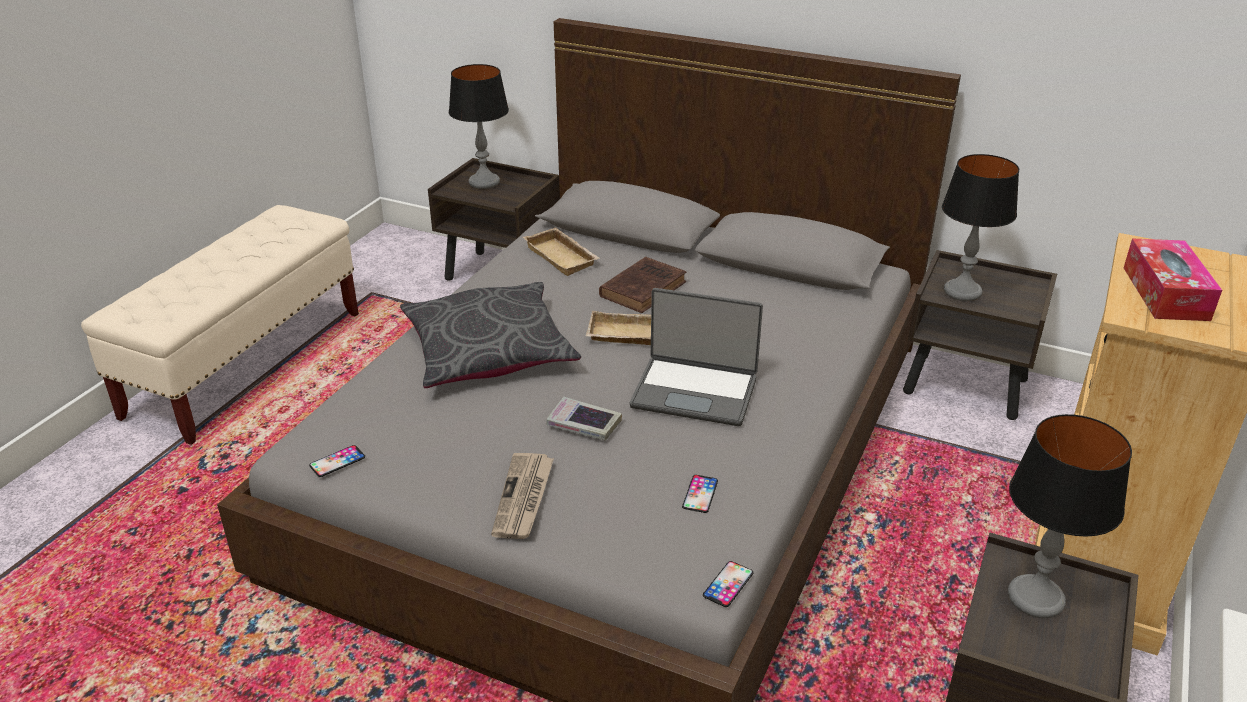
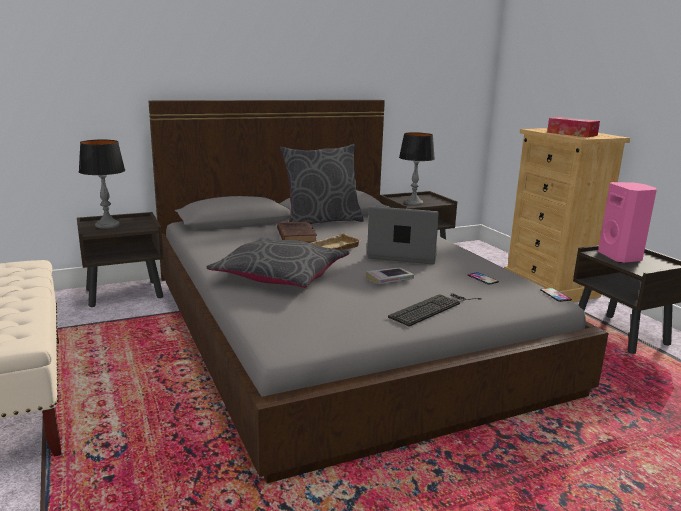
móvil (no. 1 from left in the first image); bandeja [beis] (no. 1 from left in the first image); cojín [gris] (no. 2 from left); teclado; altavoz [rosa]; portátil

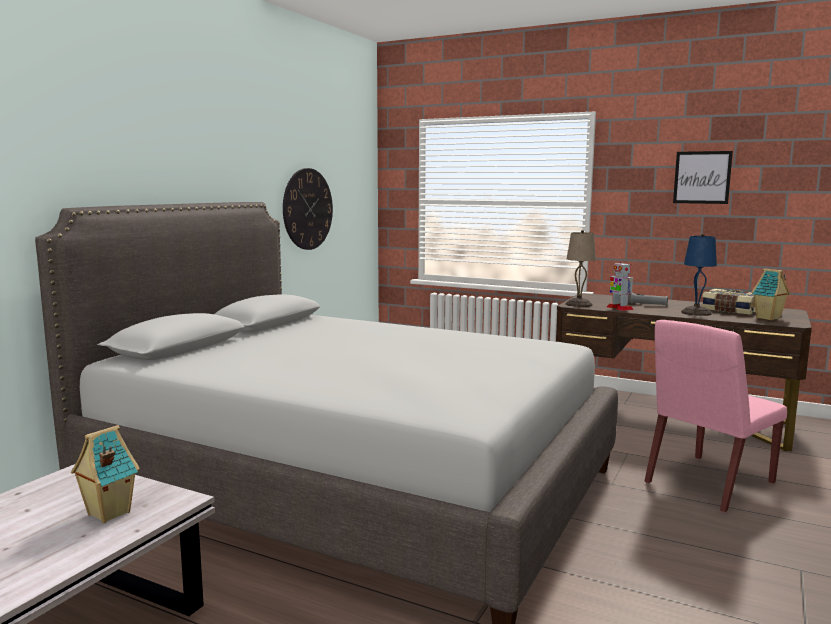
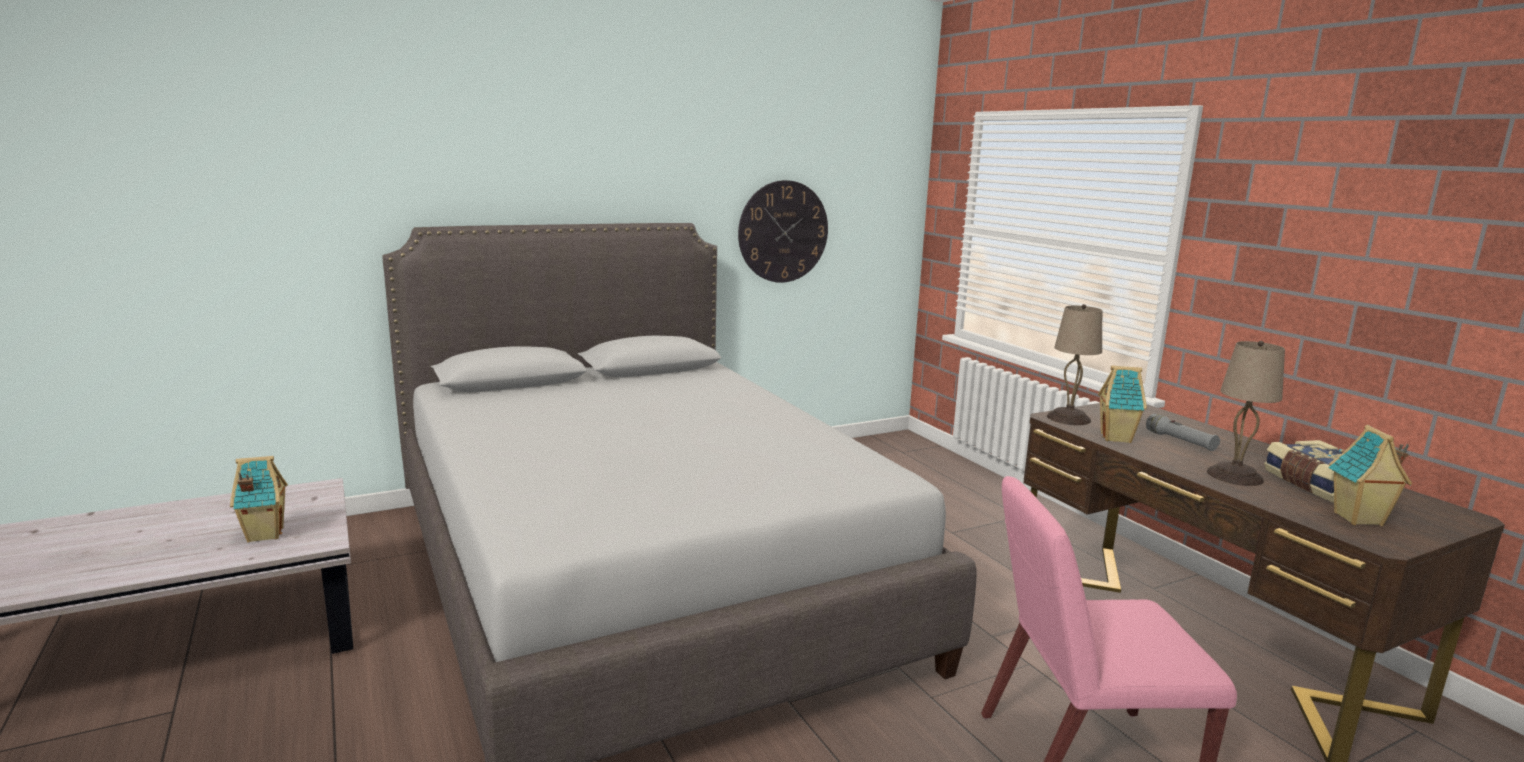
cuadro; casita (no. 2 from left); lámpara de mesa [beis] (no. 2 from left)

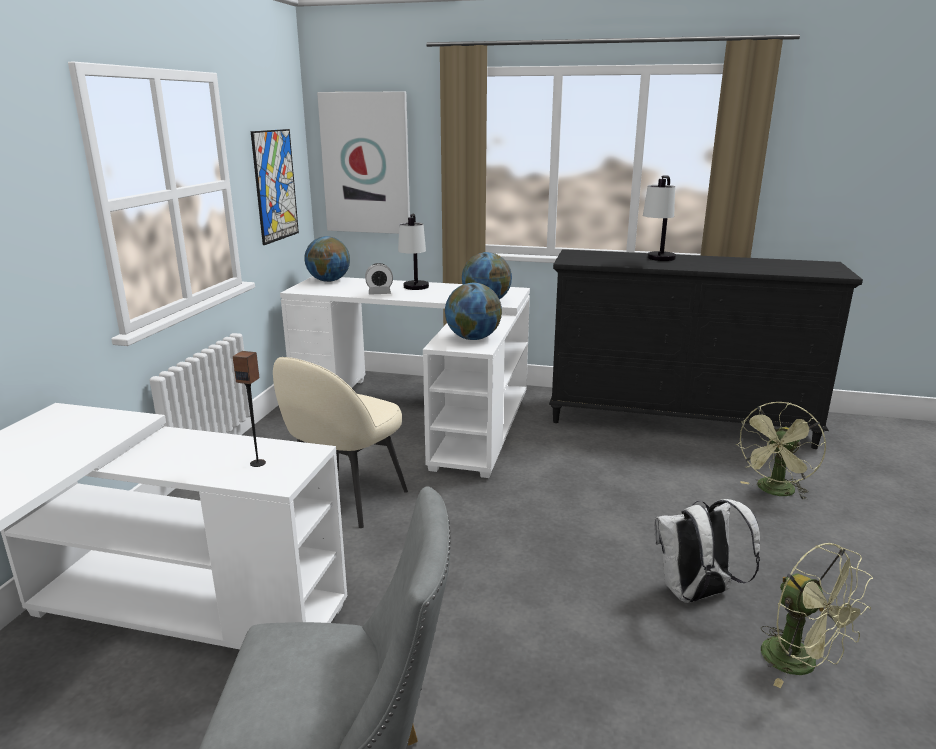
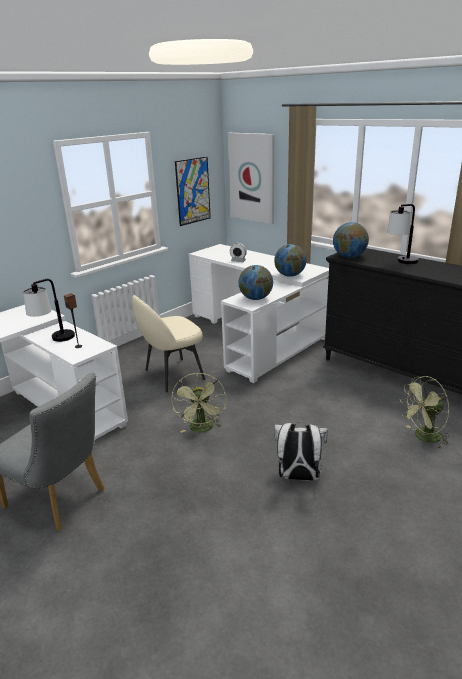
globo terráqueo (no. 3 from left); lámpara de mesa (no. 1 from left); ventilador [verde] (no. 1 from left)

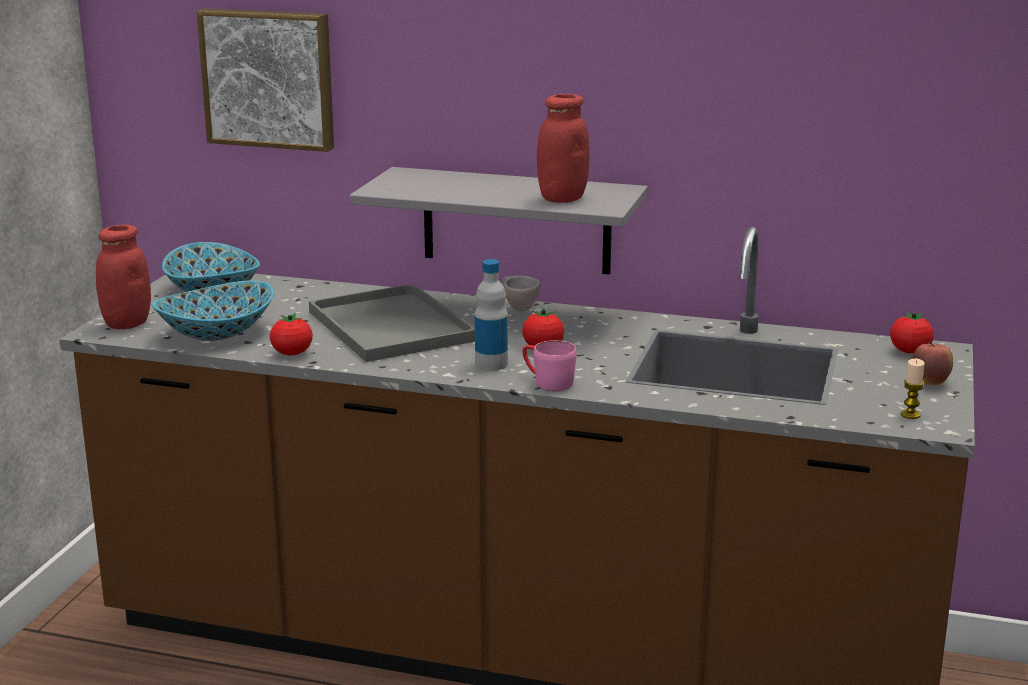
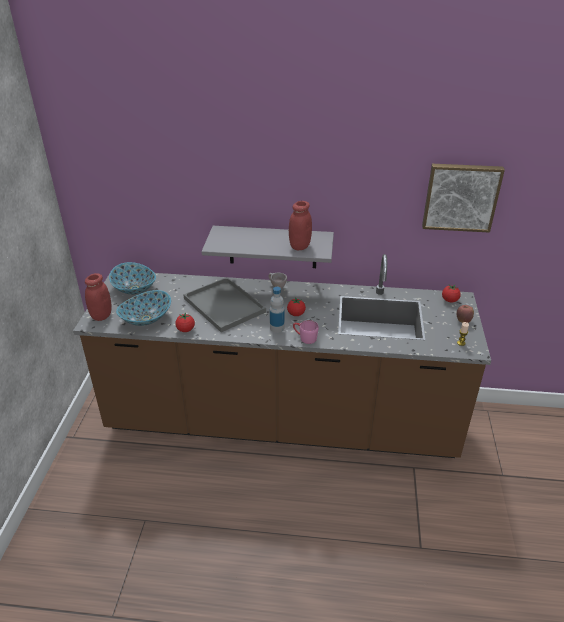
cuadro

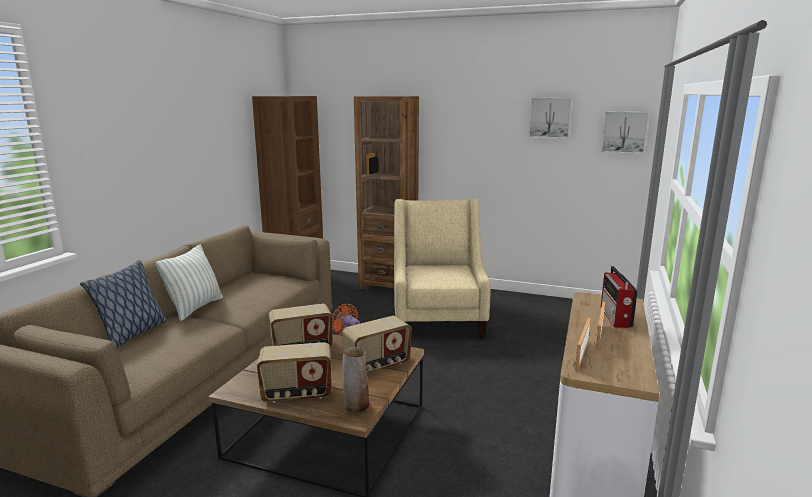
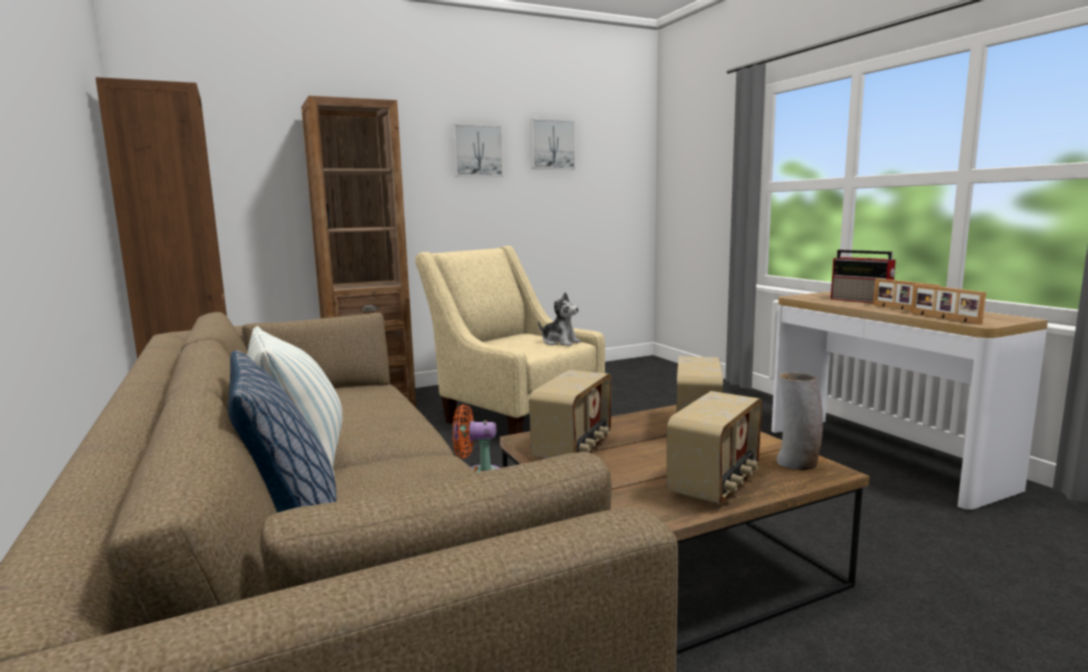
peluche; cuadro (no. 1 from left)

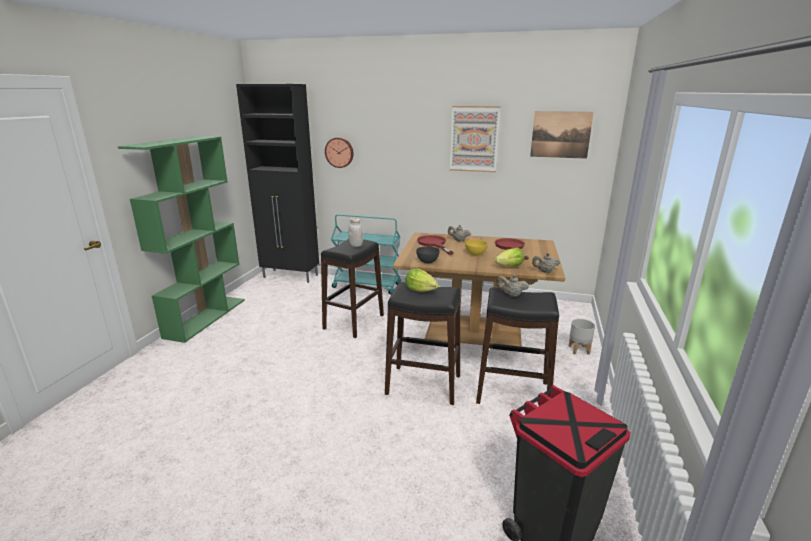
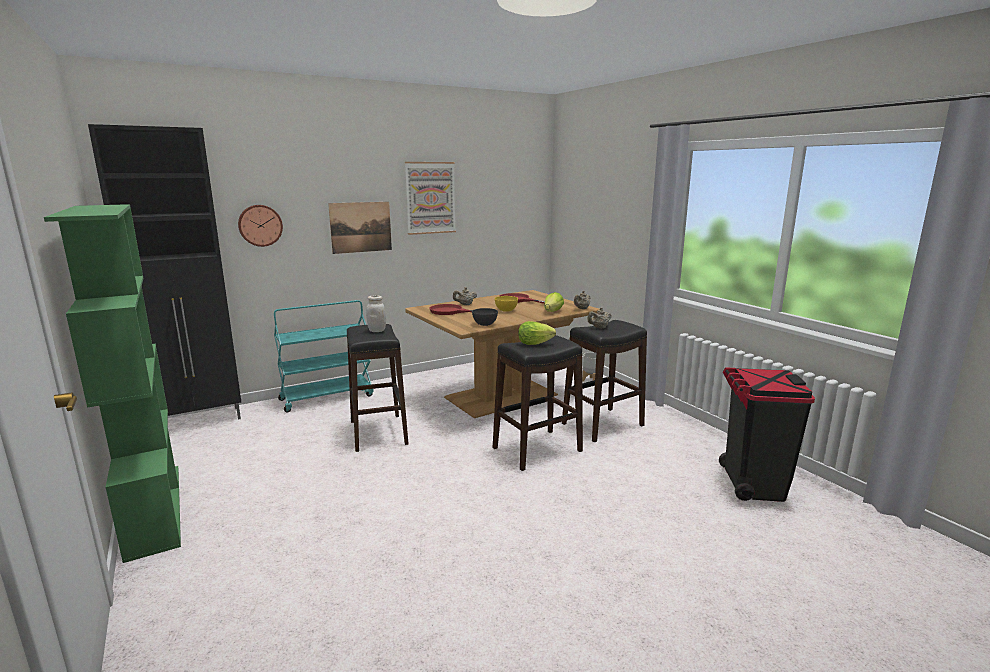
cuadro (no. 1 from left)

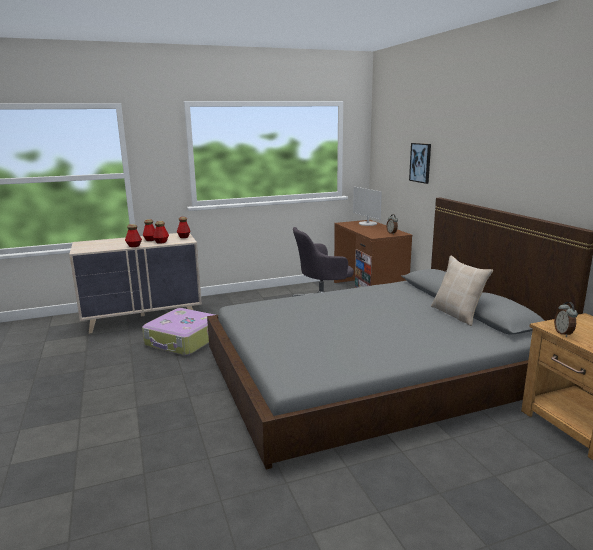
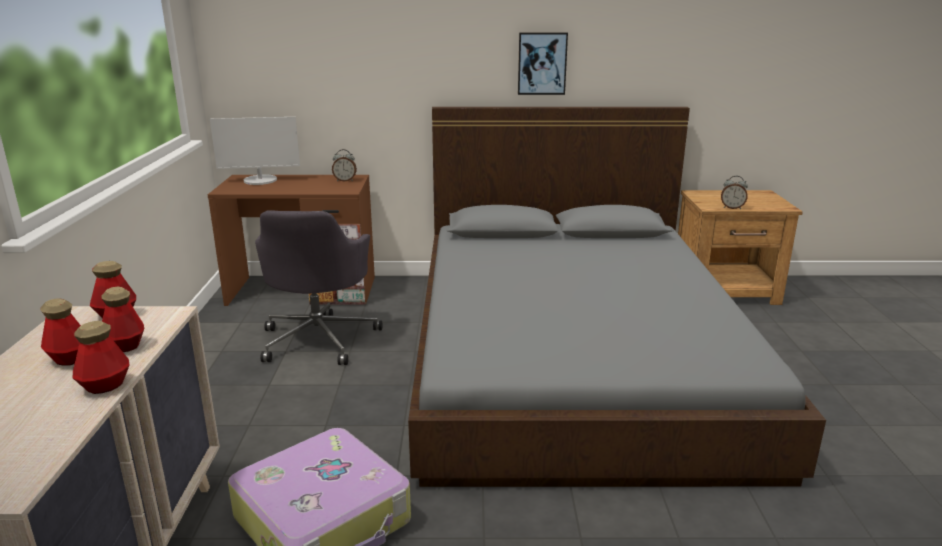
cojín [beis]; cuadro

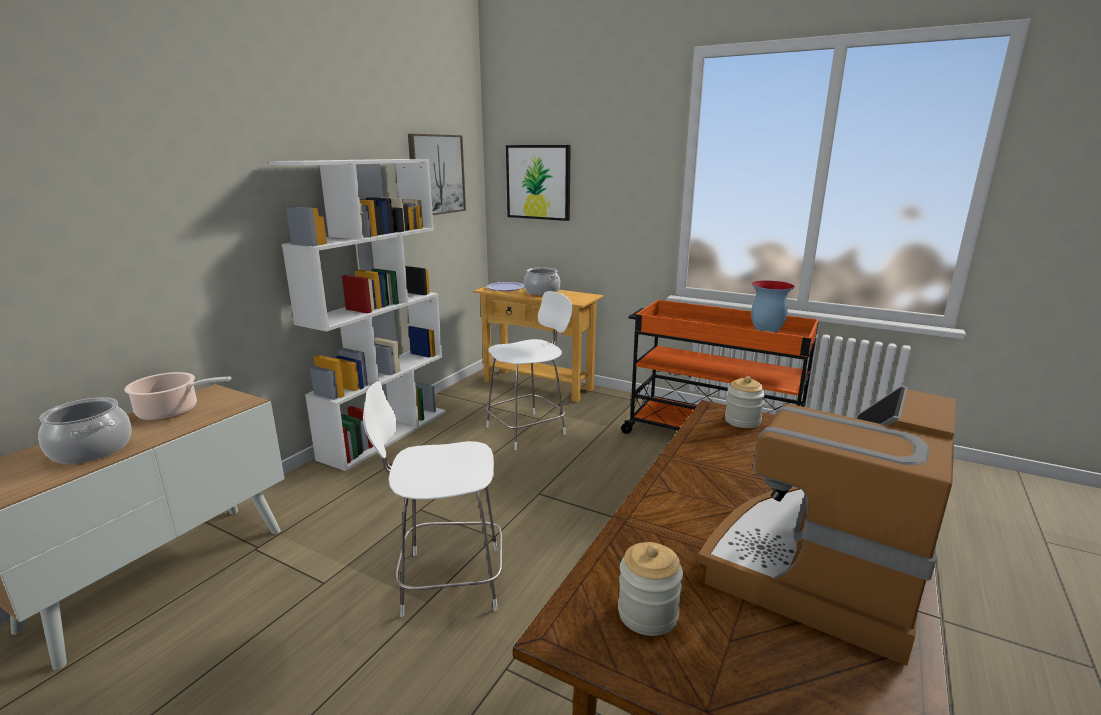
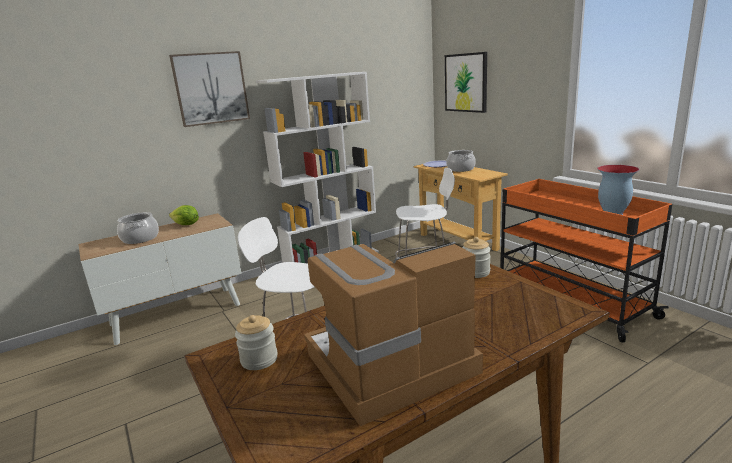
cuadro (no. 1 from left); lechuga

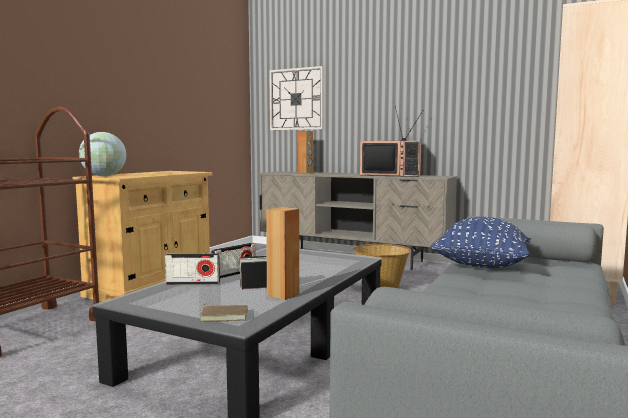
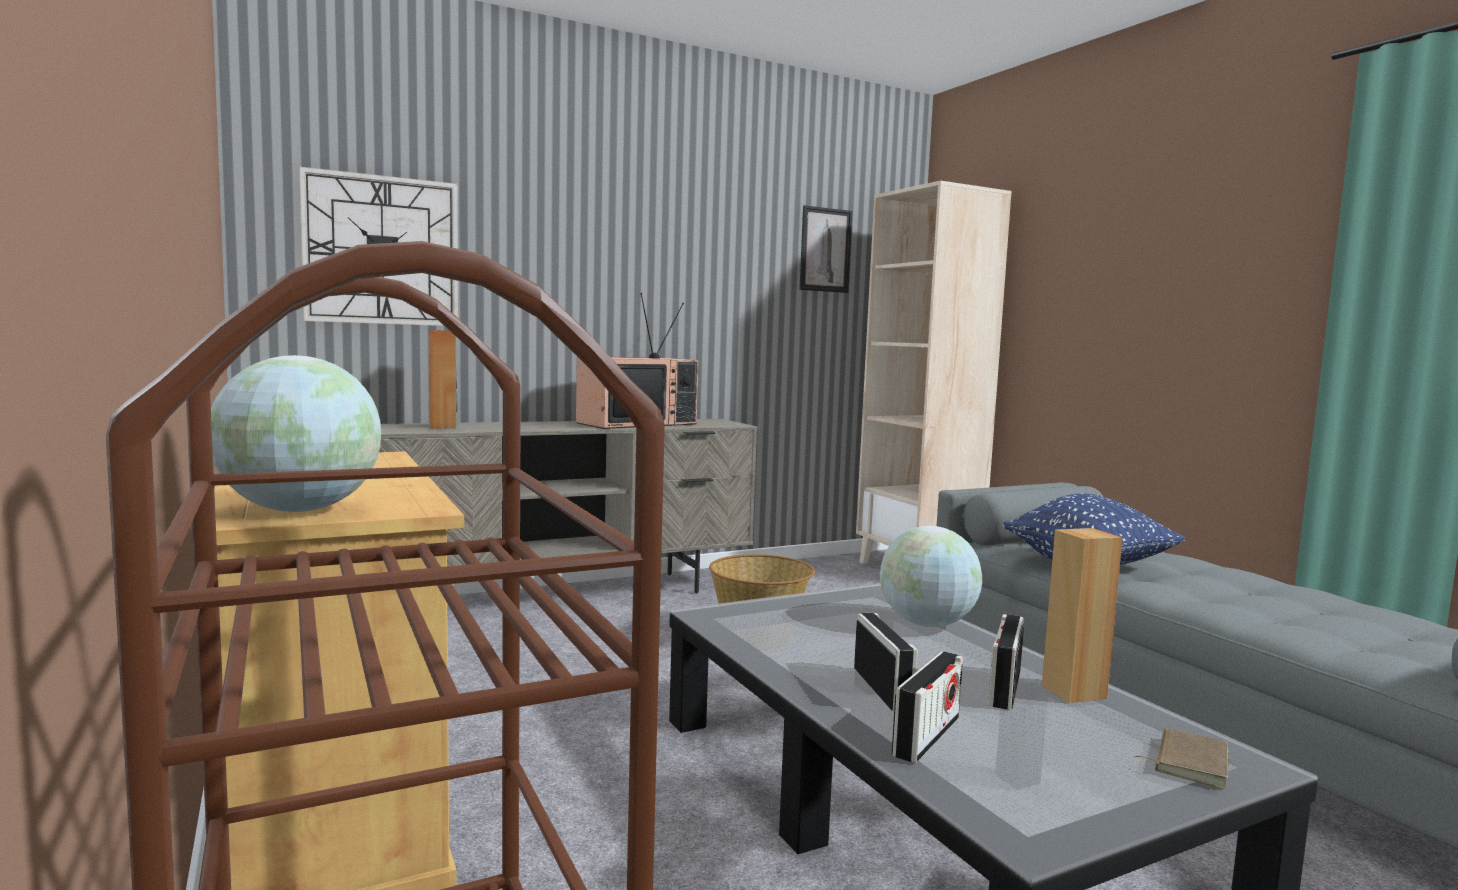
cuadro; globo terráqueo (no. 2 from left)

